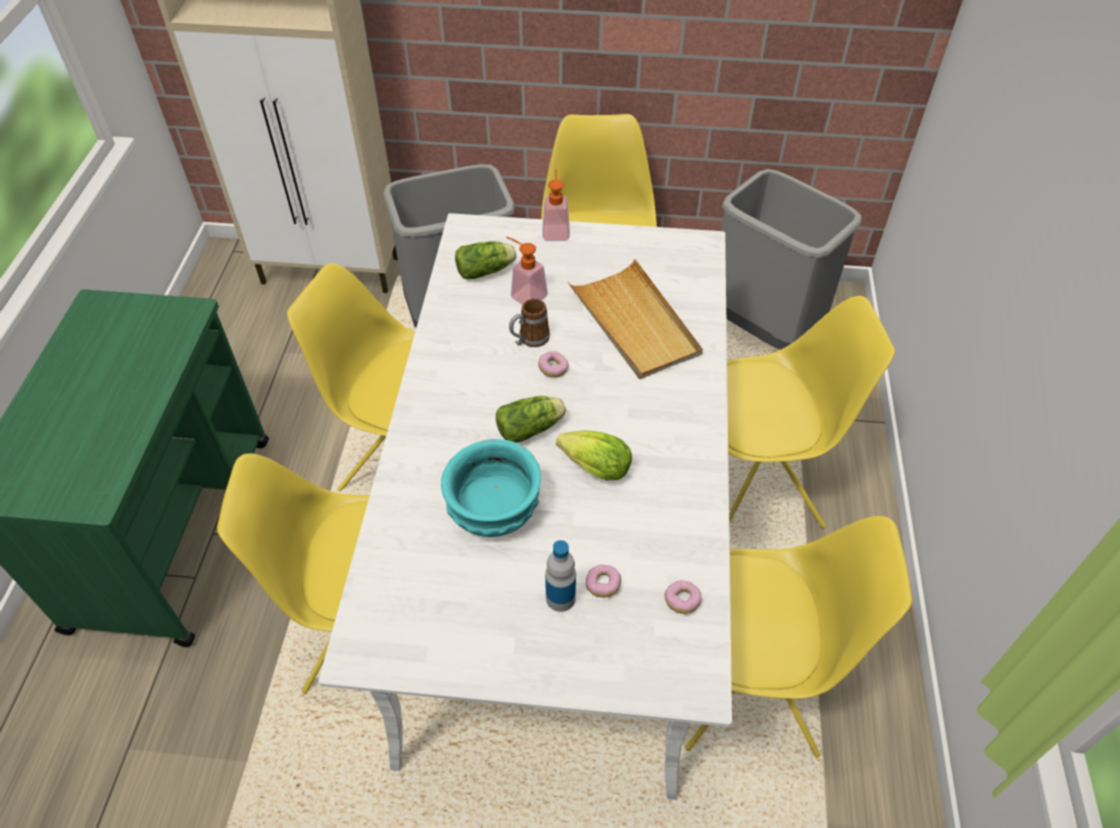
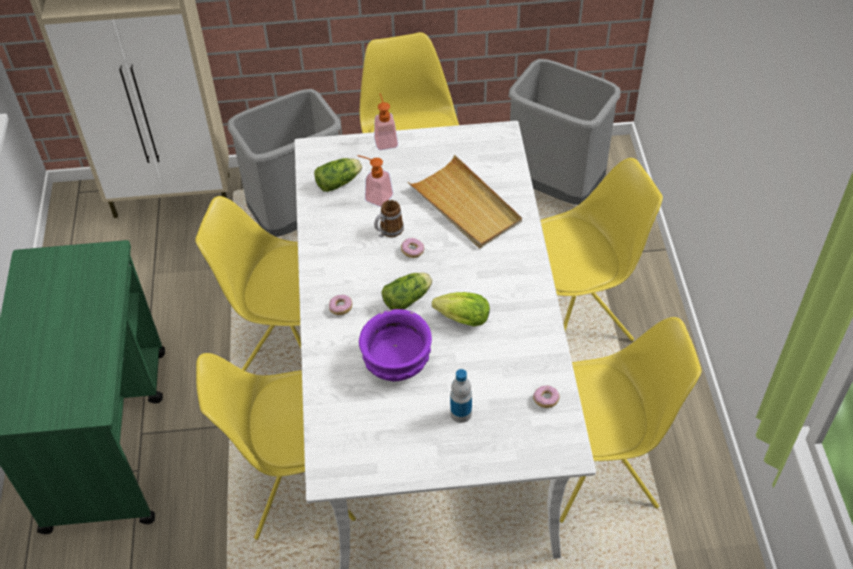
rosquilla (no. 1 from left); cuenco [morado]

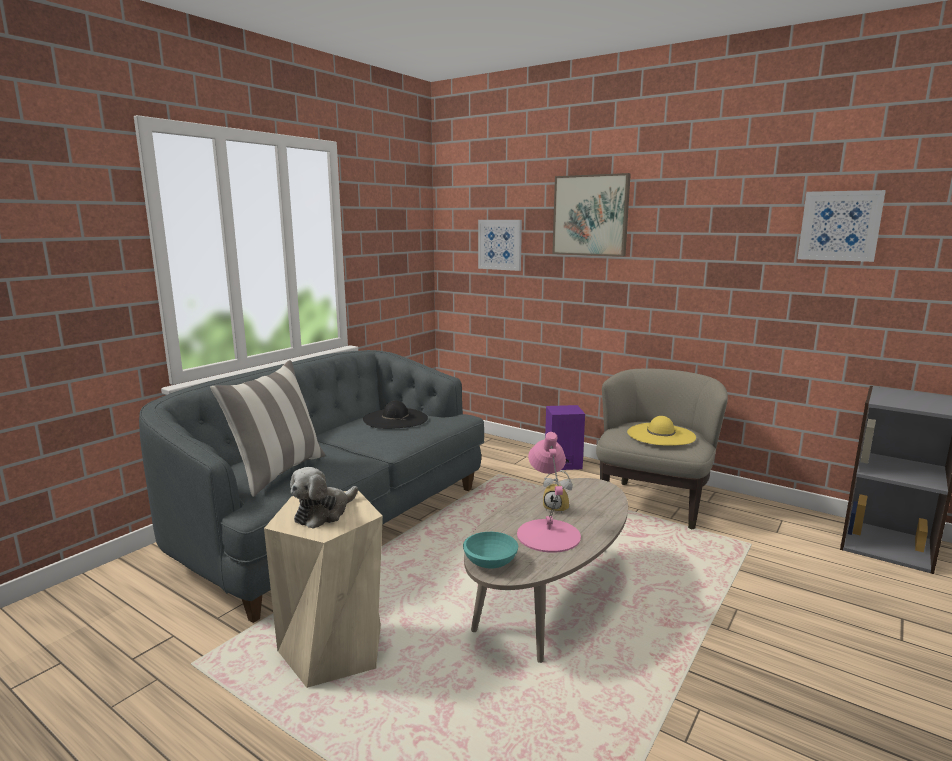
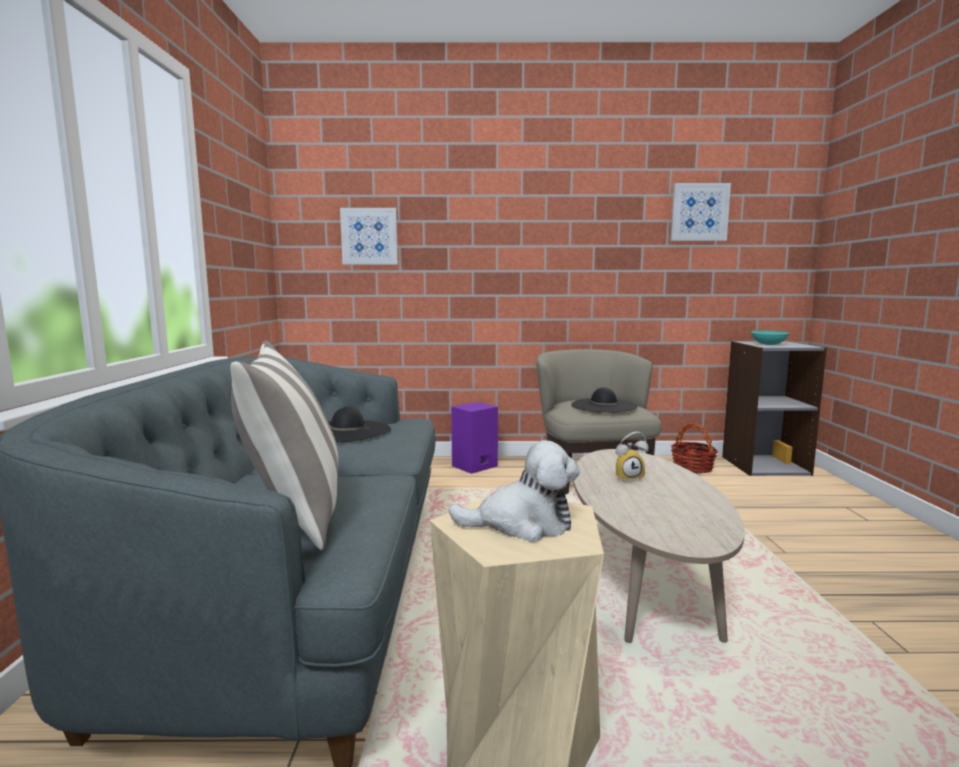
lámpara de mesa [rosa]; cuadro (no. 2 from left in the first image); cesta; cuenco [turquesa]; sombrero [negro] (no. 2 from left); peluche

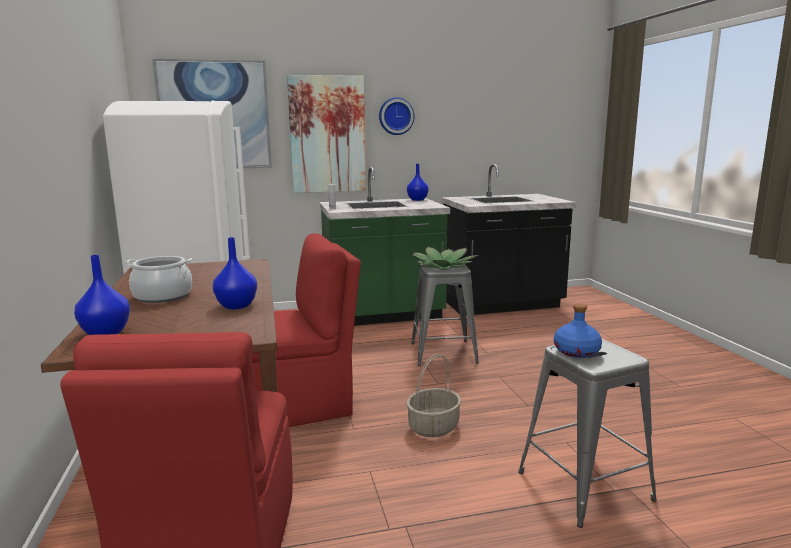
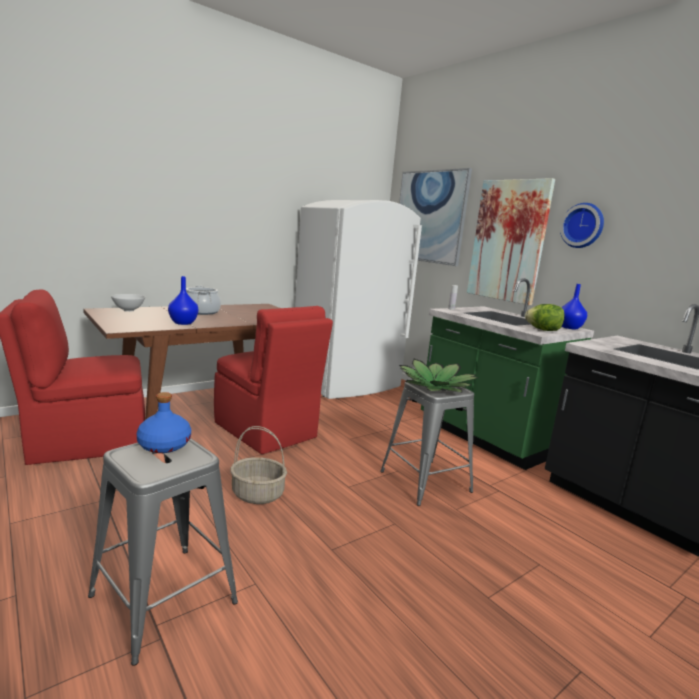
lechuga; cuenco [blanco]

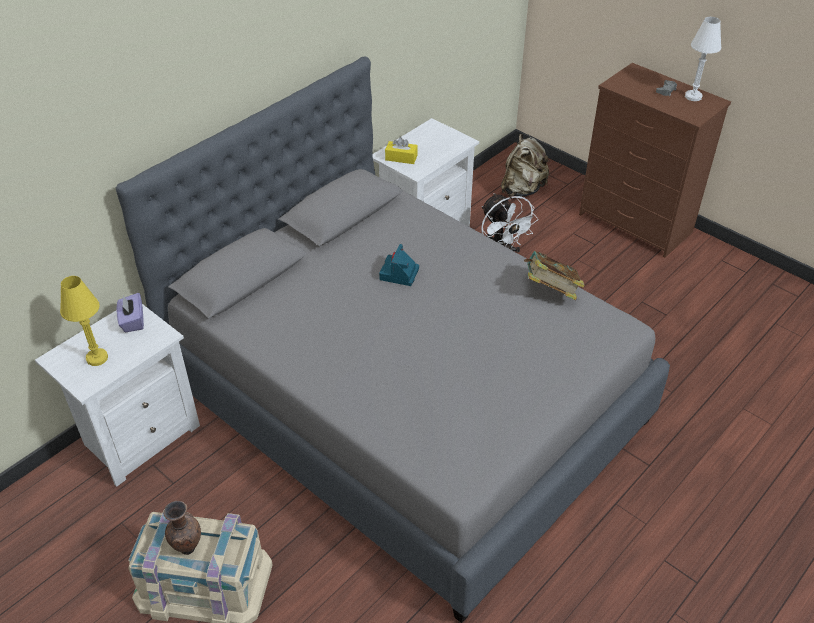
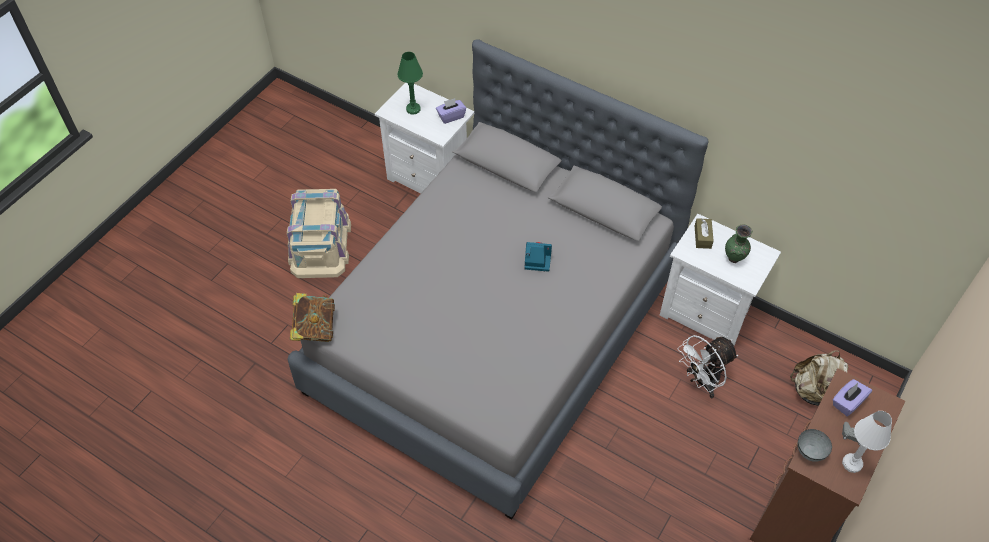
florero [marrón]; florero [verde]; cuenco [gris]; caja de pañuelos [morado] (no. 2 from left); libro; lámpara de mesa [verde]; caja de pañuelos [marrón]

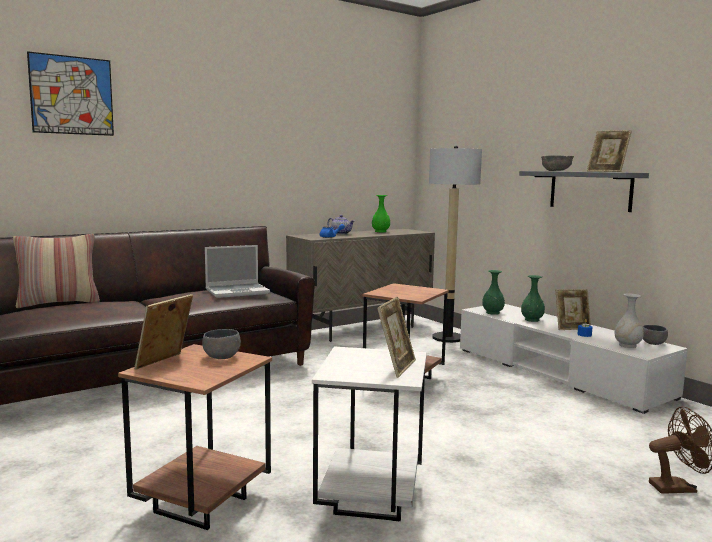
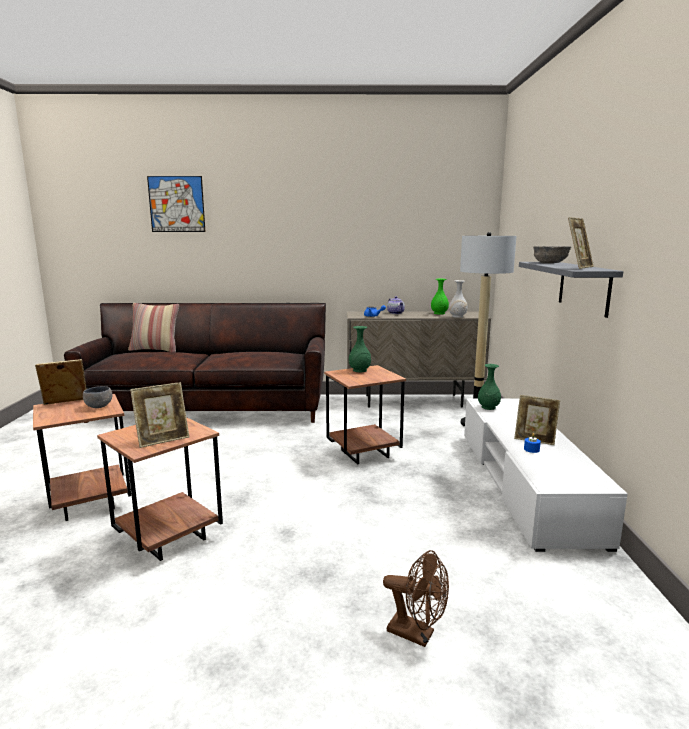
portátil; cuenco [gris] (no. 3 from left in the first image); florero [verde] (no. 1 from left); florero [blanco]; mesa auxiliar [marrón] (no. 2 from left); portarretratos (no. 4 from left)

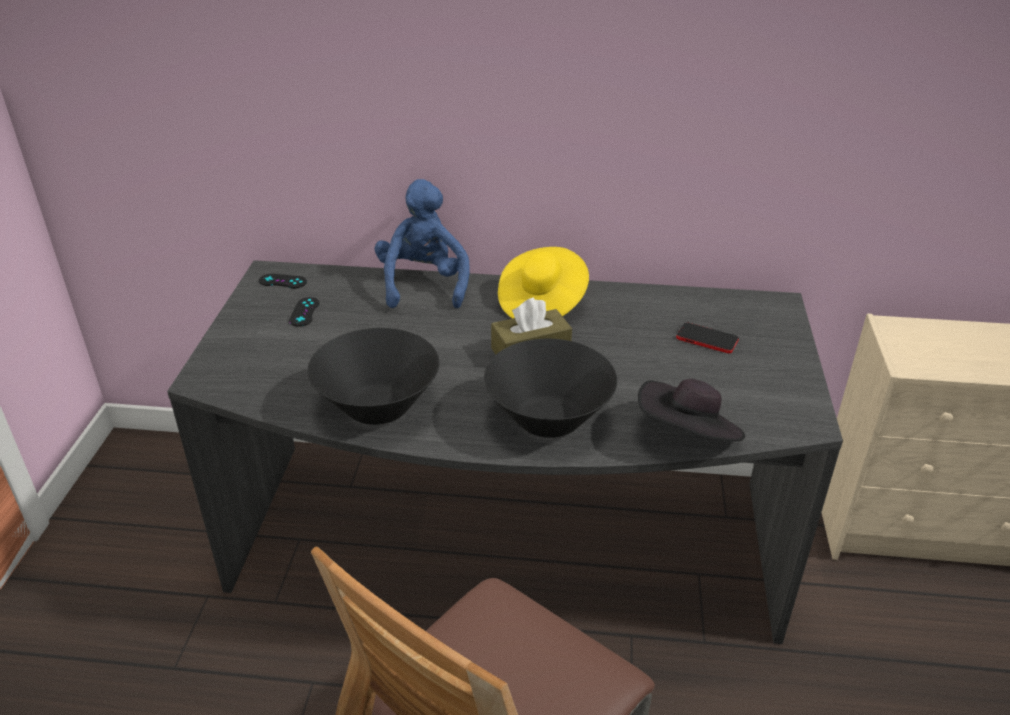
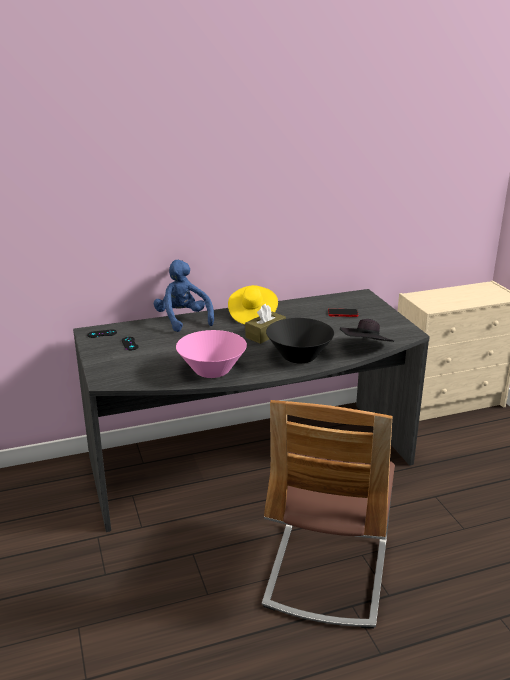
cuenco [rosa]

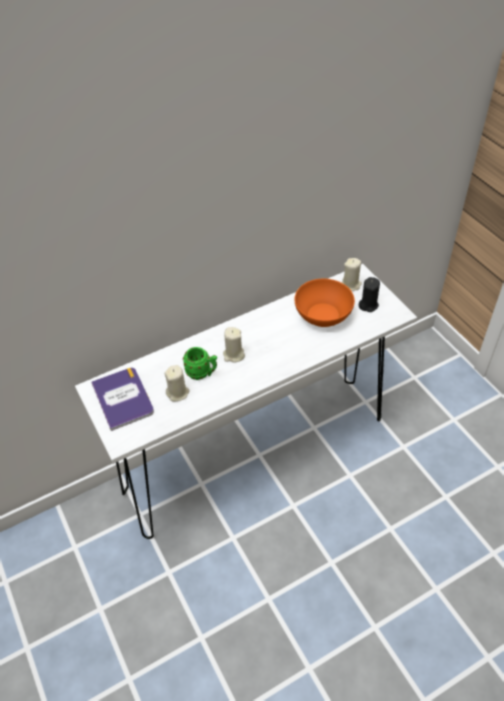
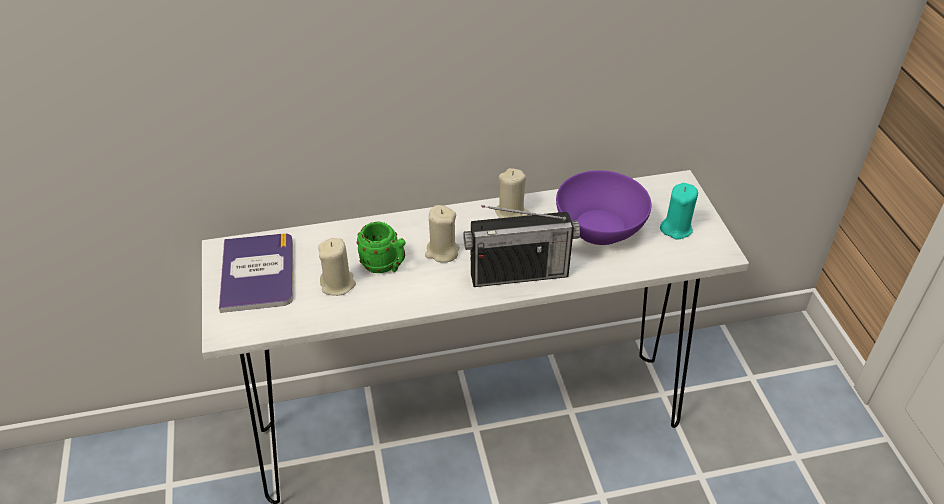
radio; vela [beis] (no. 3 from left); cuenco [morado]; vela [turquesa]

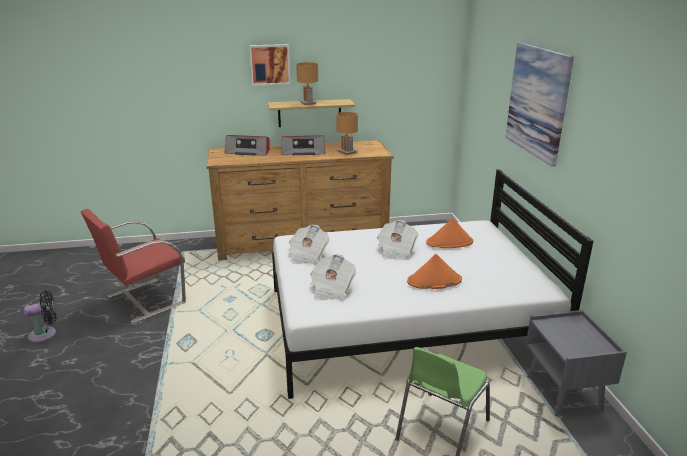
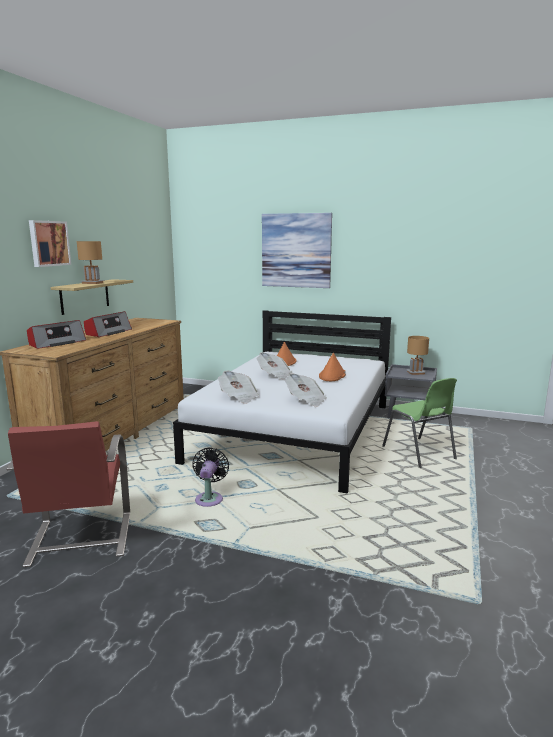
ventilador [negro]; lámpara de mesa [marrón] (no. 2 from left)

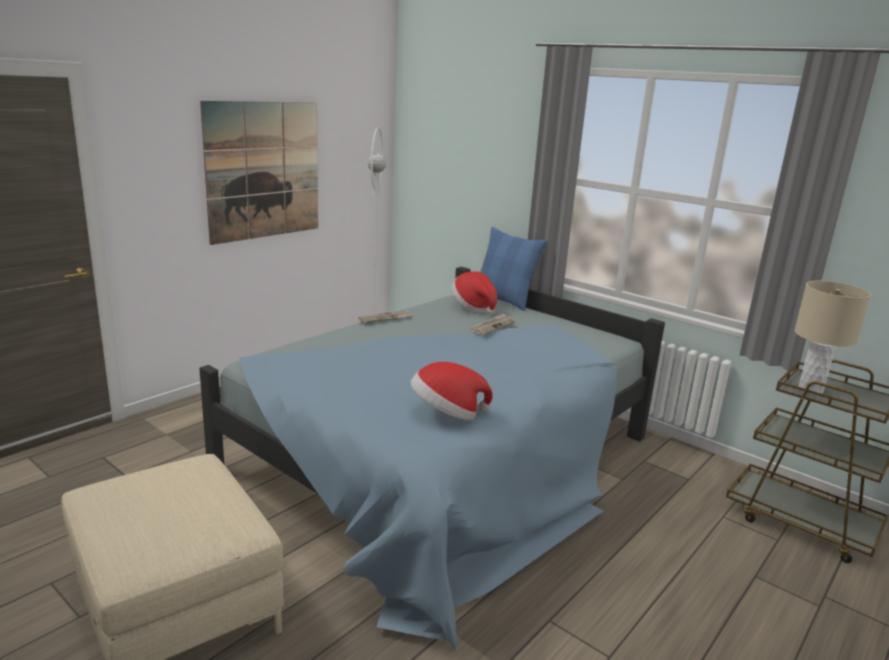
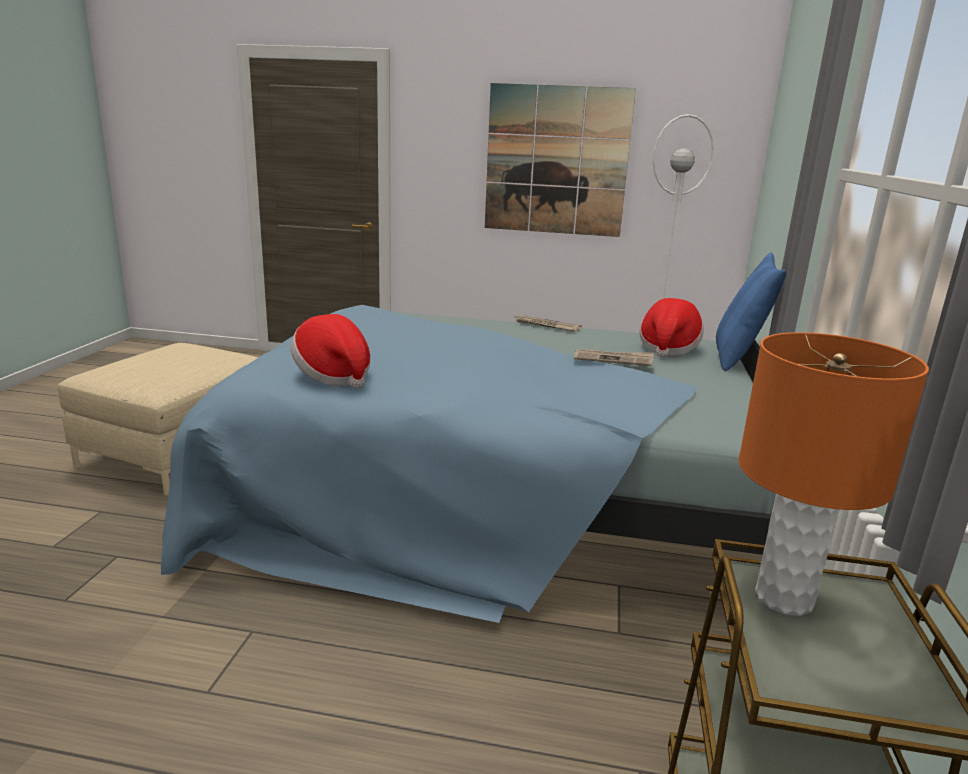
lámpara de mesa [naranja]

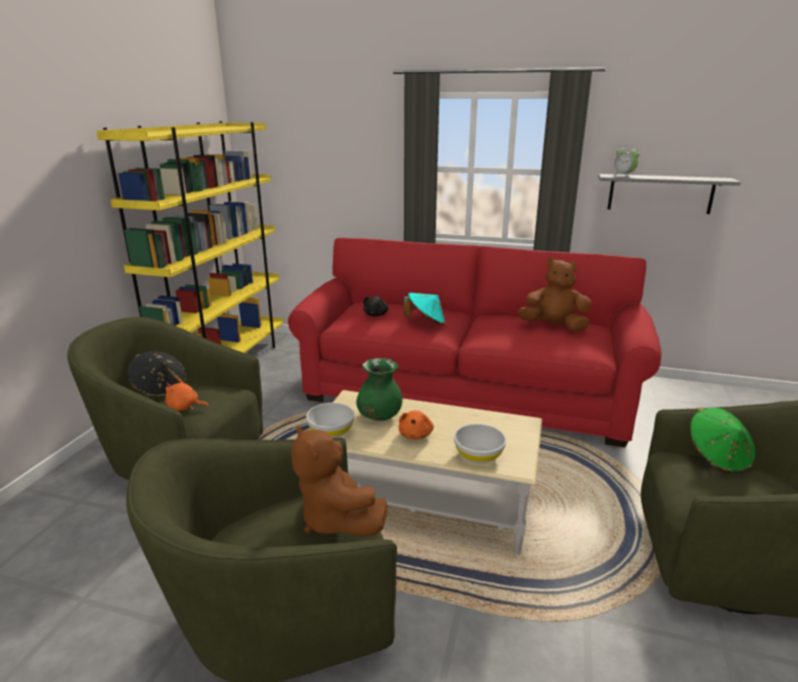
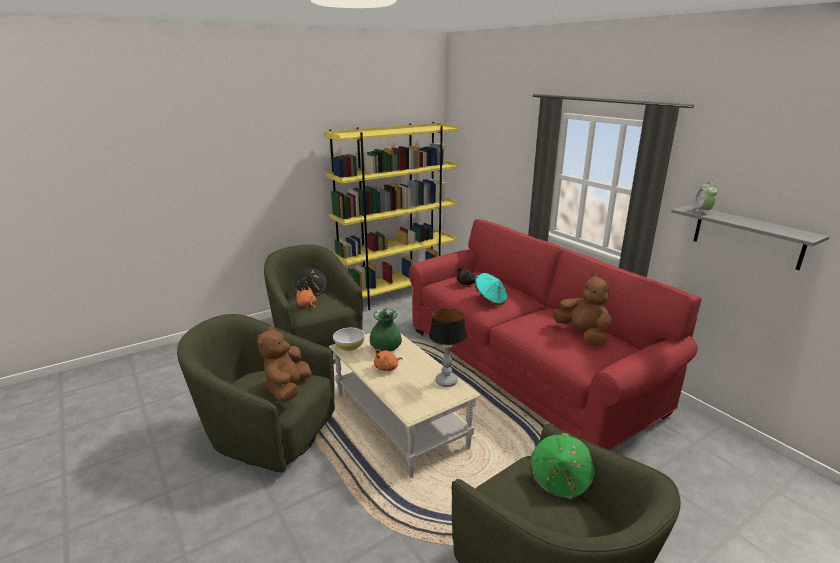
cuenco [blanco] (no. 2 from left in the first image); lámpara de mesa

